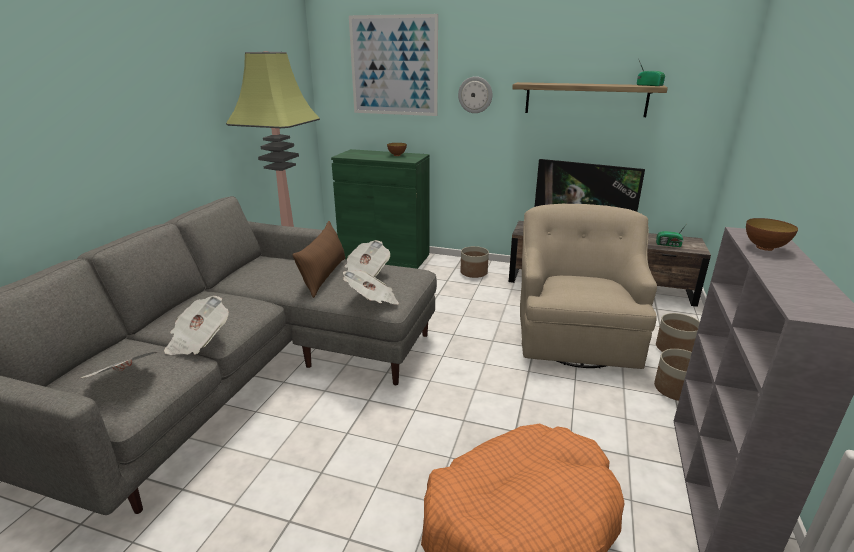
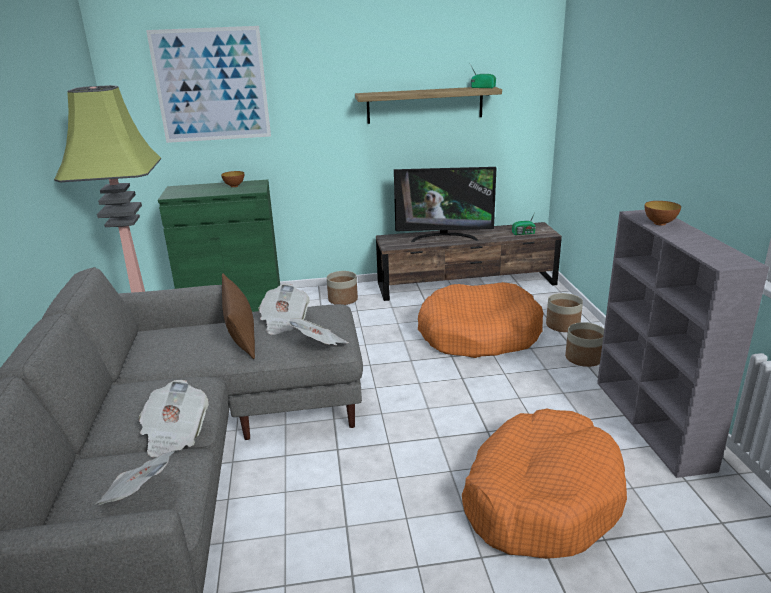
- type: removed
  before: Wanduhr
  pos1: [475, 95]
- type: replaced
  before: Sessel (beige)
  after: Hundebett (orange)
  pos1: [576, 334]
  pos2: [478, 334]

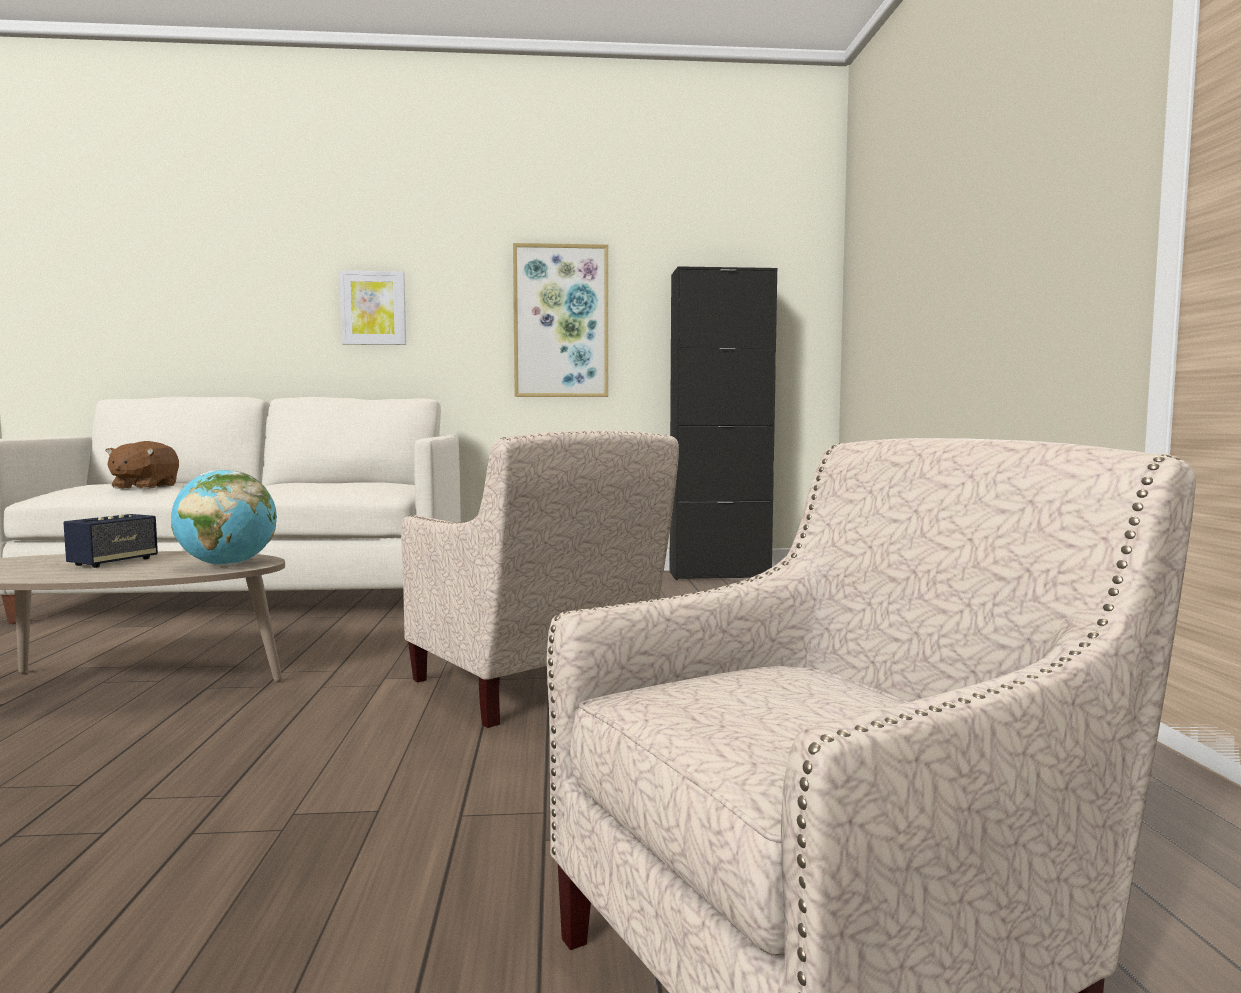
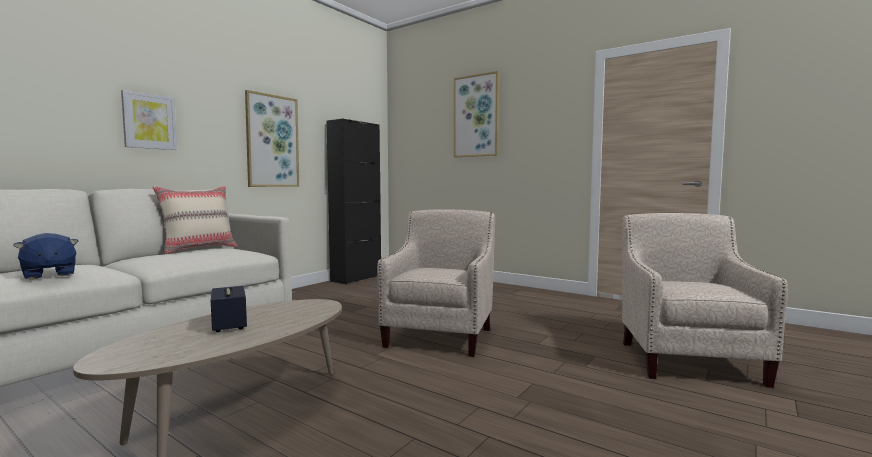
- type: turned
  before: Sessel (beige)
  pos1: [536, 687]
  pos2: [441, 335]
  turn: -75
- type: recoloured
  before: Plüschtier (braun)
  after: Plüschtier (blau)
  pos1: [144, 487]
  pos2: [49, 275]
- type: removed
  before: Globus
  pos1: [227, 565]
- type: added
  after: Bild
  pos2: [476, 116]
- type: added
  after: Kissen (beige)
  pos2: [199, 249]

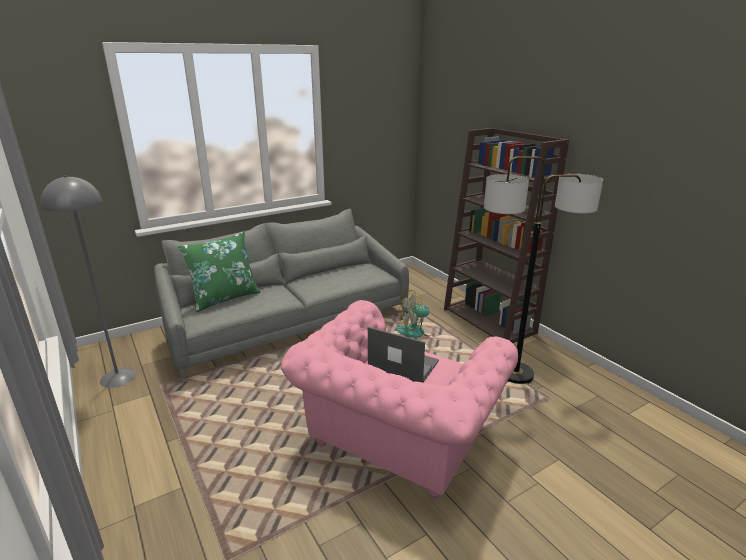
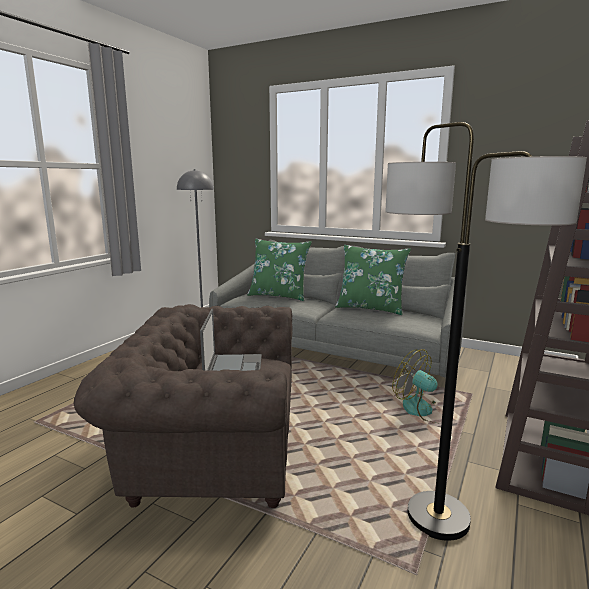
- type: recoloured
  before: Sessel (rosa)
  after: Sessel (braun)
  pos1: [396, 440]
  pos2: [211, 454]
- type: added
  after: Kissen (grün)
  pos2: [370, 308]

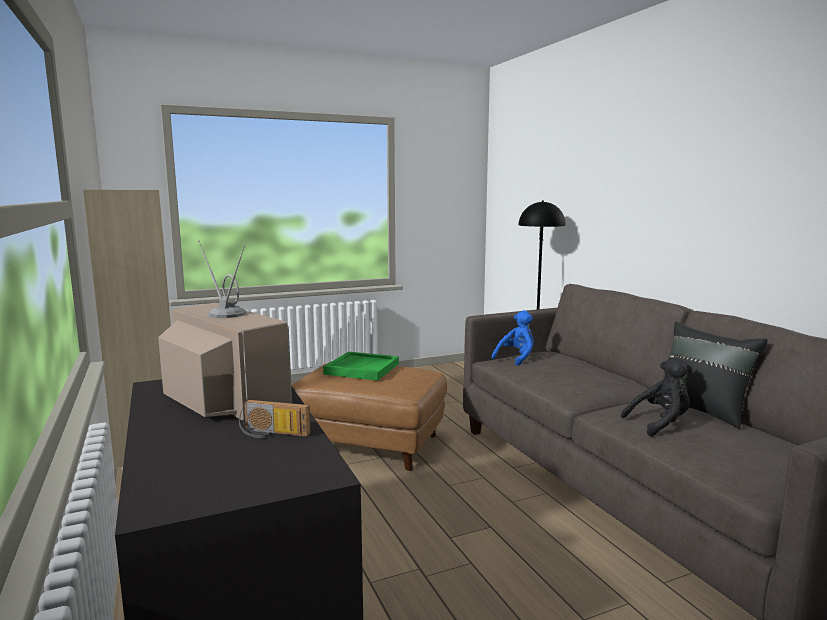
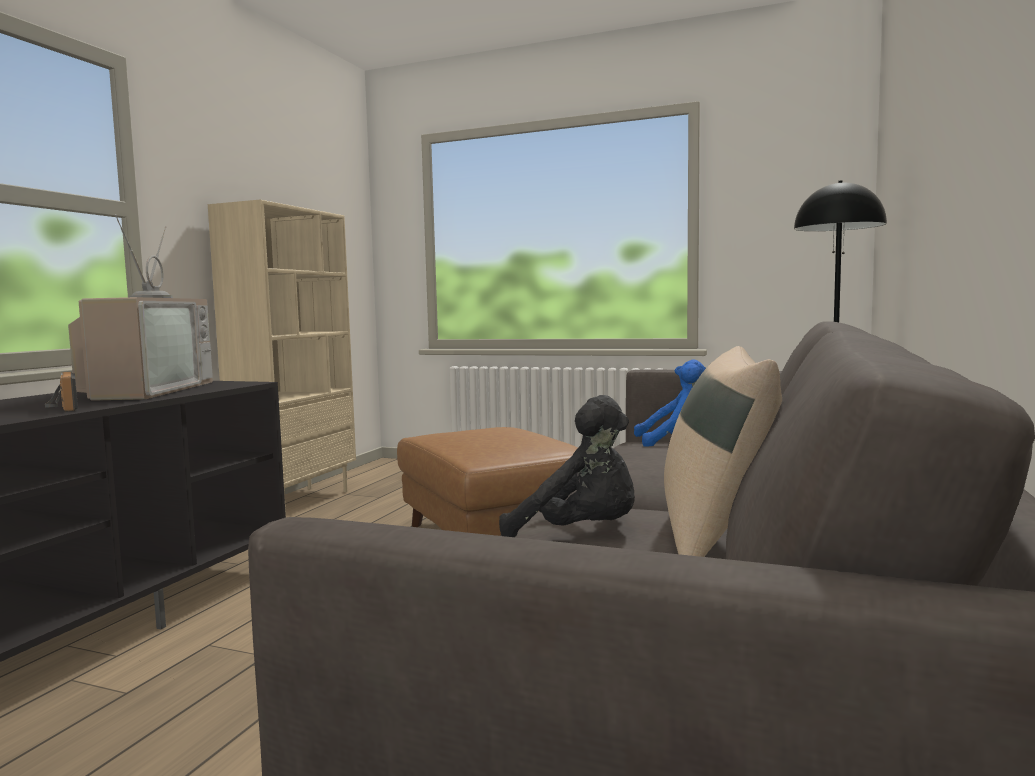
- type: recoloured
  before: Kissen (schwarz)
  after: Kissen (beige)
  pos1: [702, 411]
  pos2: [717, 540]
- type: removed
  before: Tablett (grün)
  pos1: [362, 368]

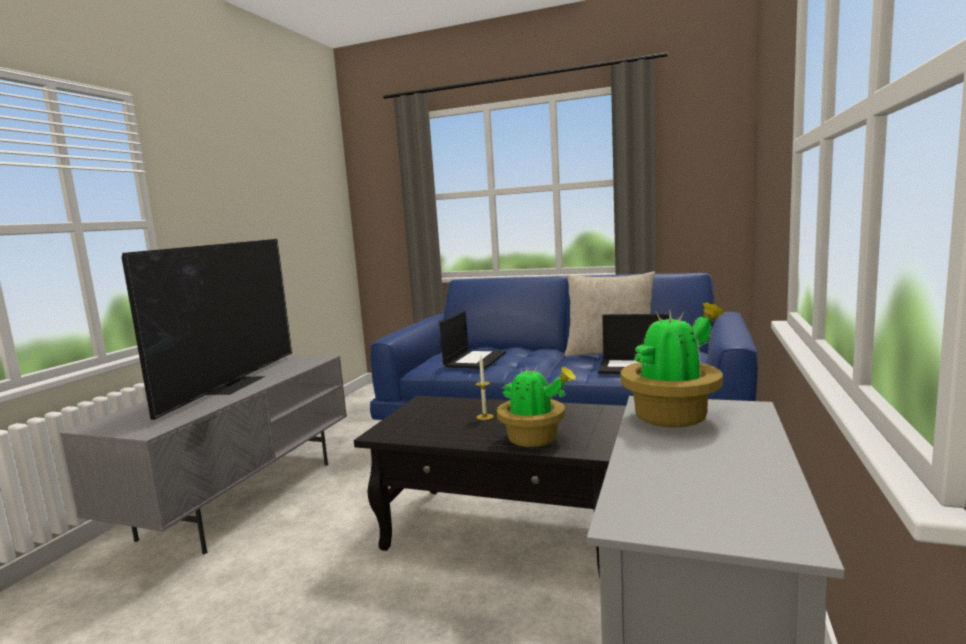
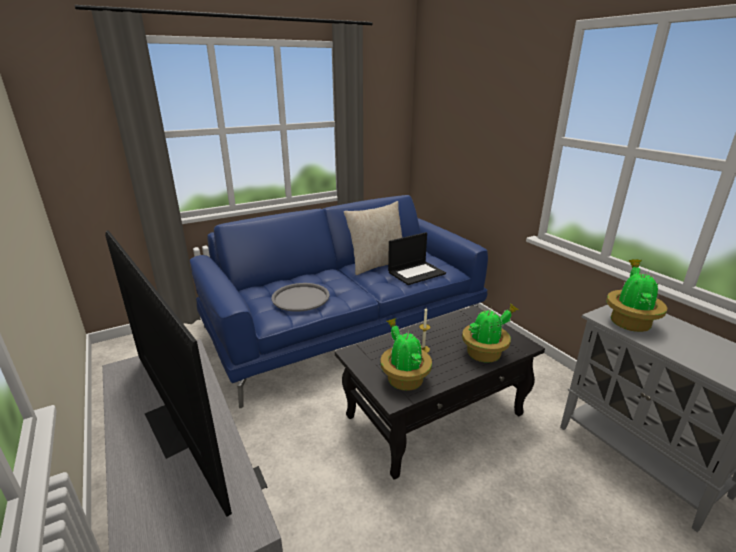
- type: replaced
  before: Laptop
  after: Tablett (grau)
  pos1: [475, 359]
  pos2: [300, 298]
- type: added
  after: Topfpflanze
  pos2: [404, 379]

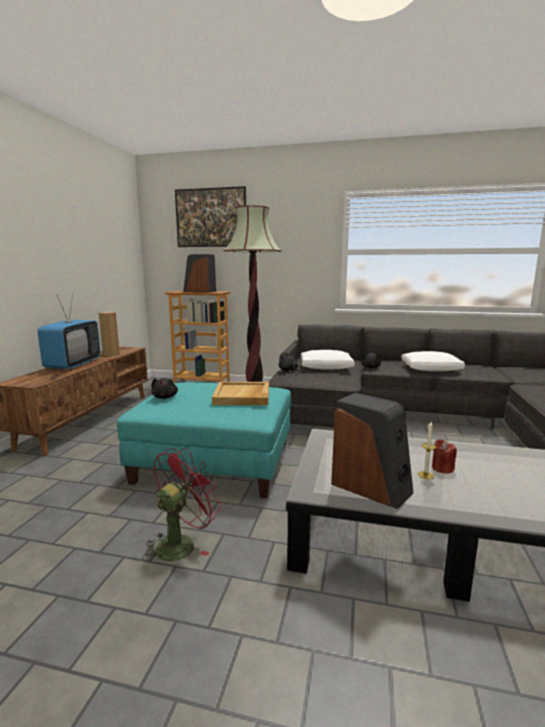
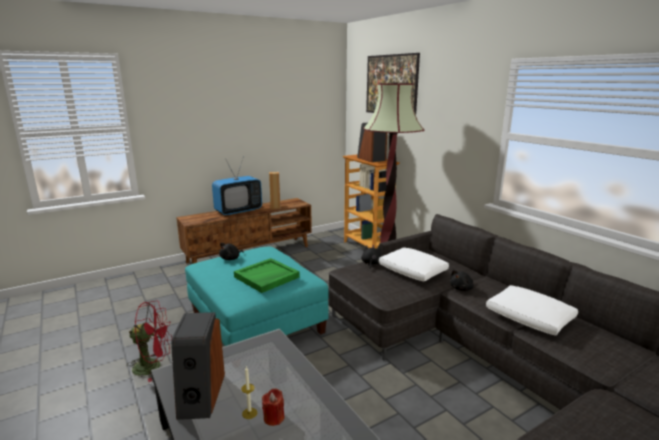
- type: recoloured
  before: Tablett (beige)
  after: Tablett (grün)
  pos1: [242, 396]
  pos2: [266, 277]

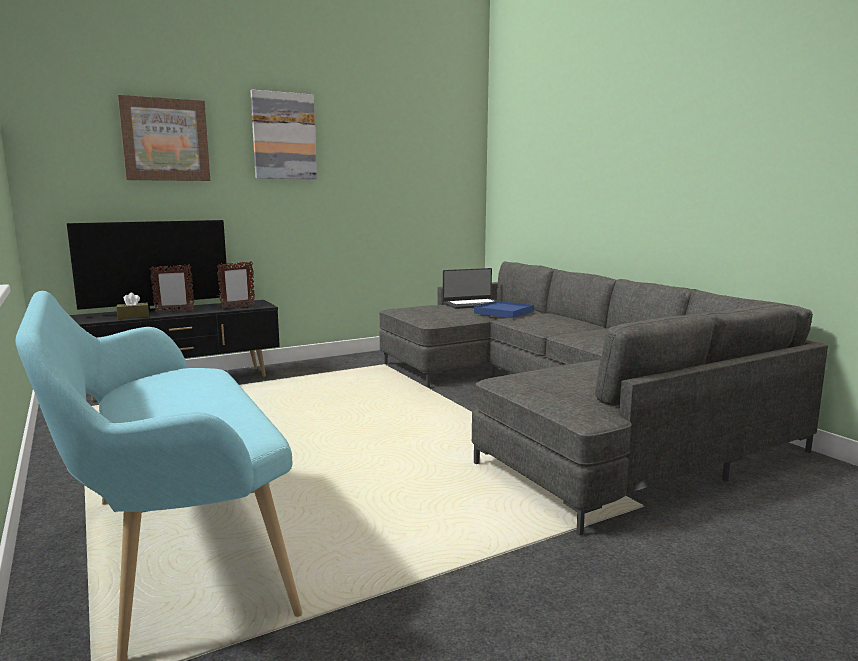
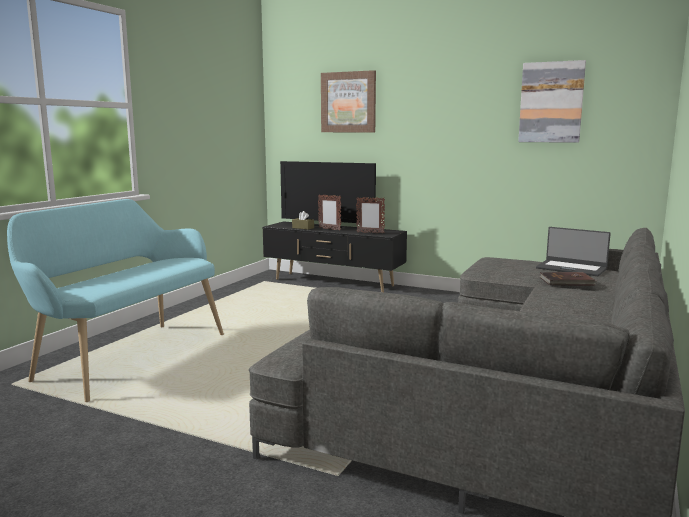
- type: moved
  before: Bild
  pos1: [284, 136]
  pos2: [551, 102]
- type: replaced
  before: Tablett (blau)
  after: Buch (braun)
  pos1: [504, 312]
  pos2: [567, 281]

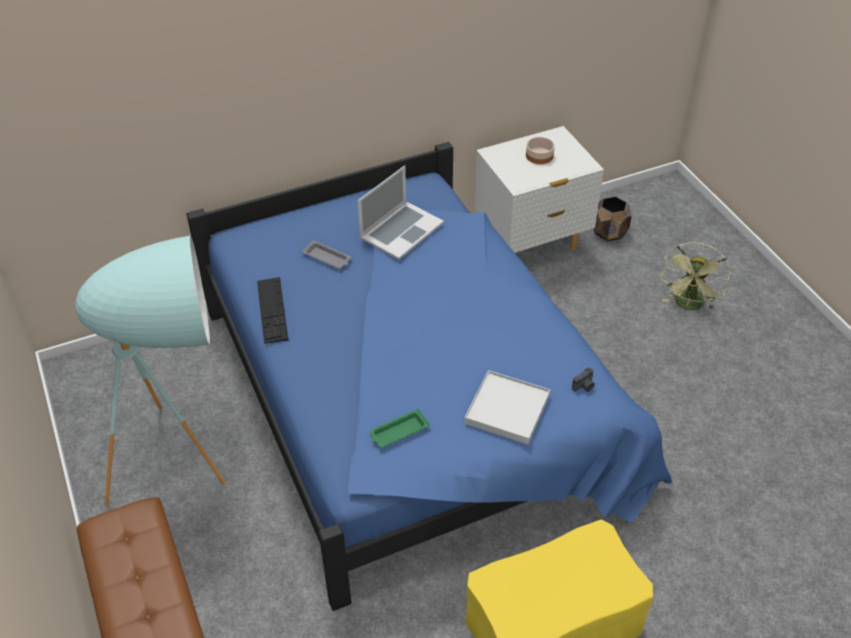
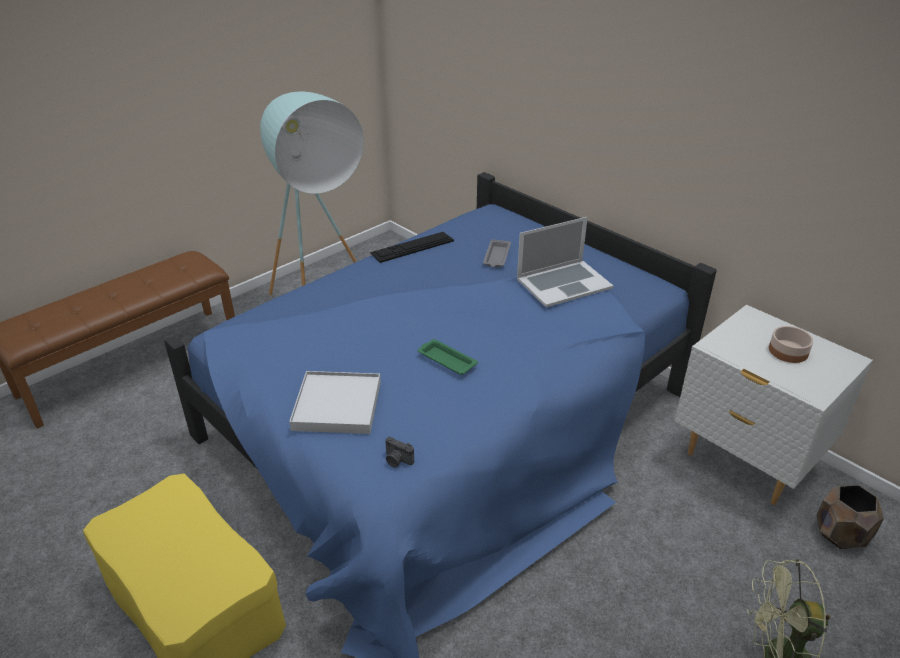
- type: turned
  before: Laptop
  pos1: [401, 230]
  pos2: [563, 283]
  turn: -45
- type: moved
  before: Tablett (grün)
  pos1: [398, 432]
  pos2: [446, 360]

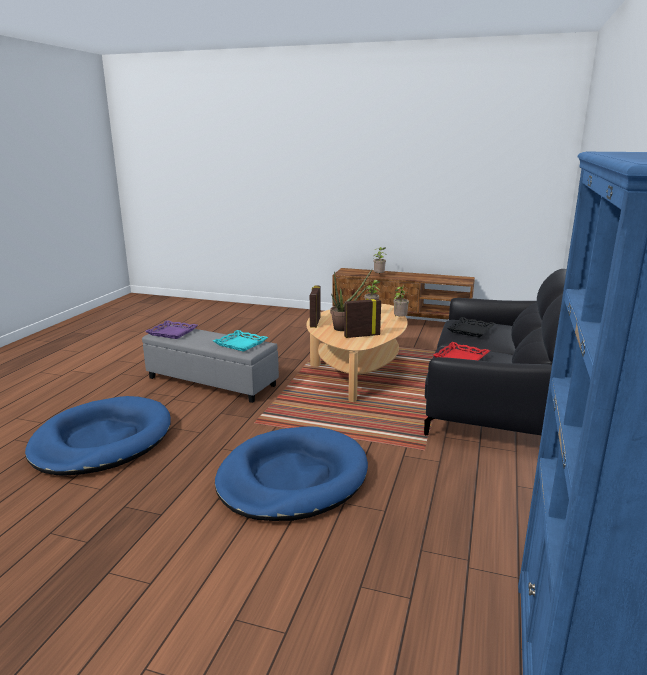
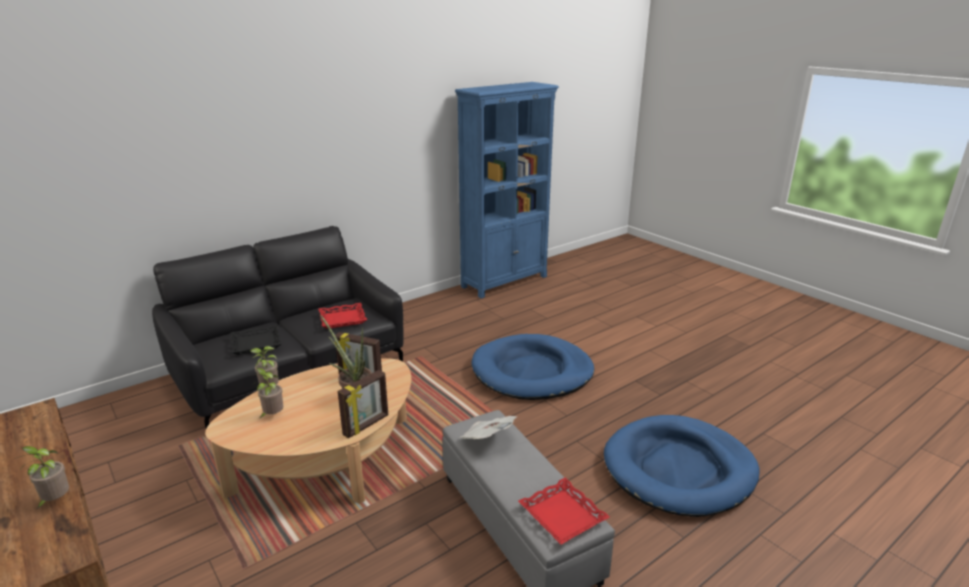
- type: recoloured
  before: Tablett (lila)
  after: Tablett (rot)
  pos1: [172, 332]
  pos2: [562, 515]
- type: replaced
  before: Tablett (türkis)
  after: Zeitung
  pos1: [241, 344]
  pos2: [488, 439]

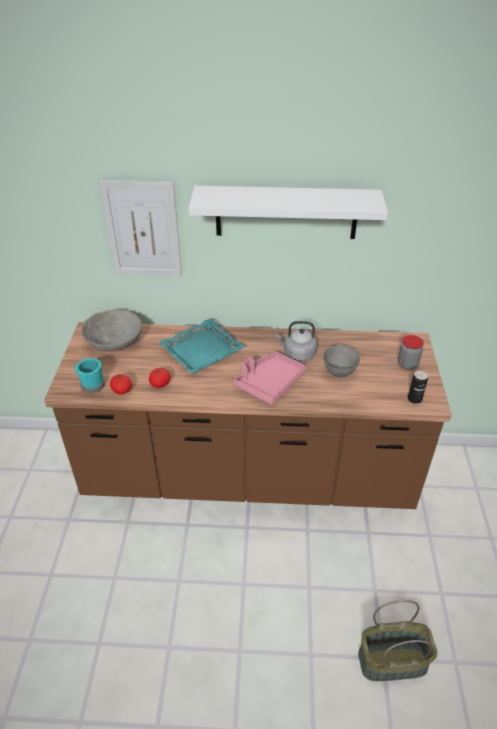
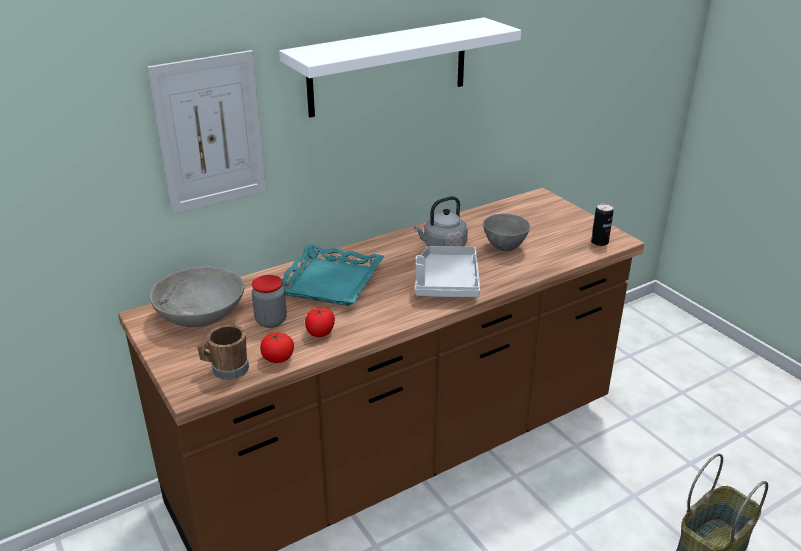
- type: moved
  before: Vorratsglas
  pos1: [407, 364]
  pos2: [271, 321]
- type: recoloured
  before: Tablett (rosa)
  after: Tablett (grau)
  pos1: [269, 383]
  pos2: [446, 282]
- type: recoloured
  before: Henkelbecher (türkis)
  after: Henkelbecher (braun)
  pos1: [91, 384]
  pos2: [226, 369]

